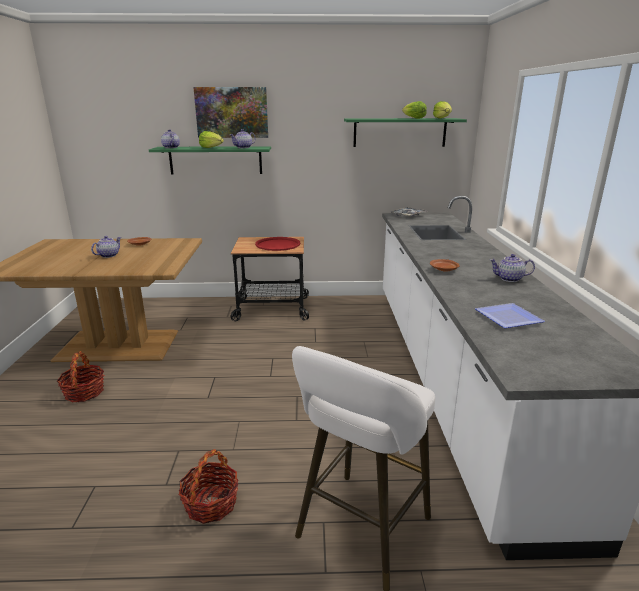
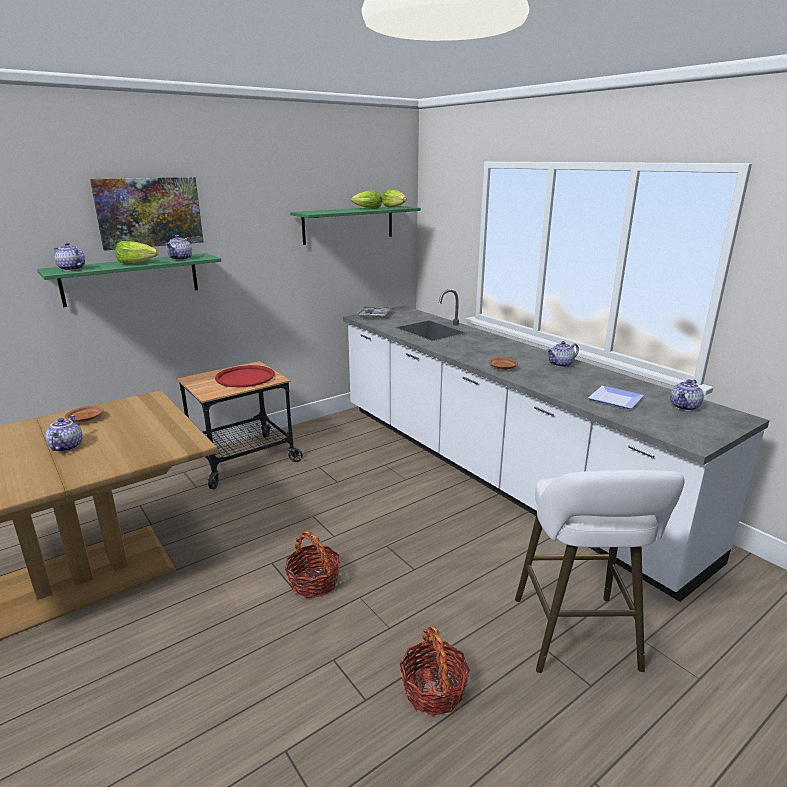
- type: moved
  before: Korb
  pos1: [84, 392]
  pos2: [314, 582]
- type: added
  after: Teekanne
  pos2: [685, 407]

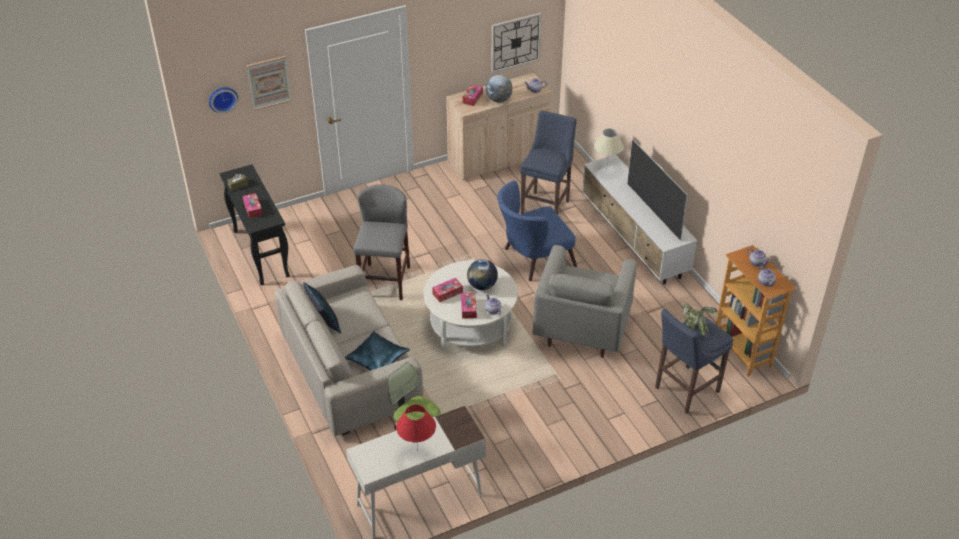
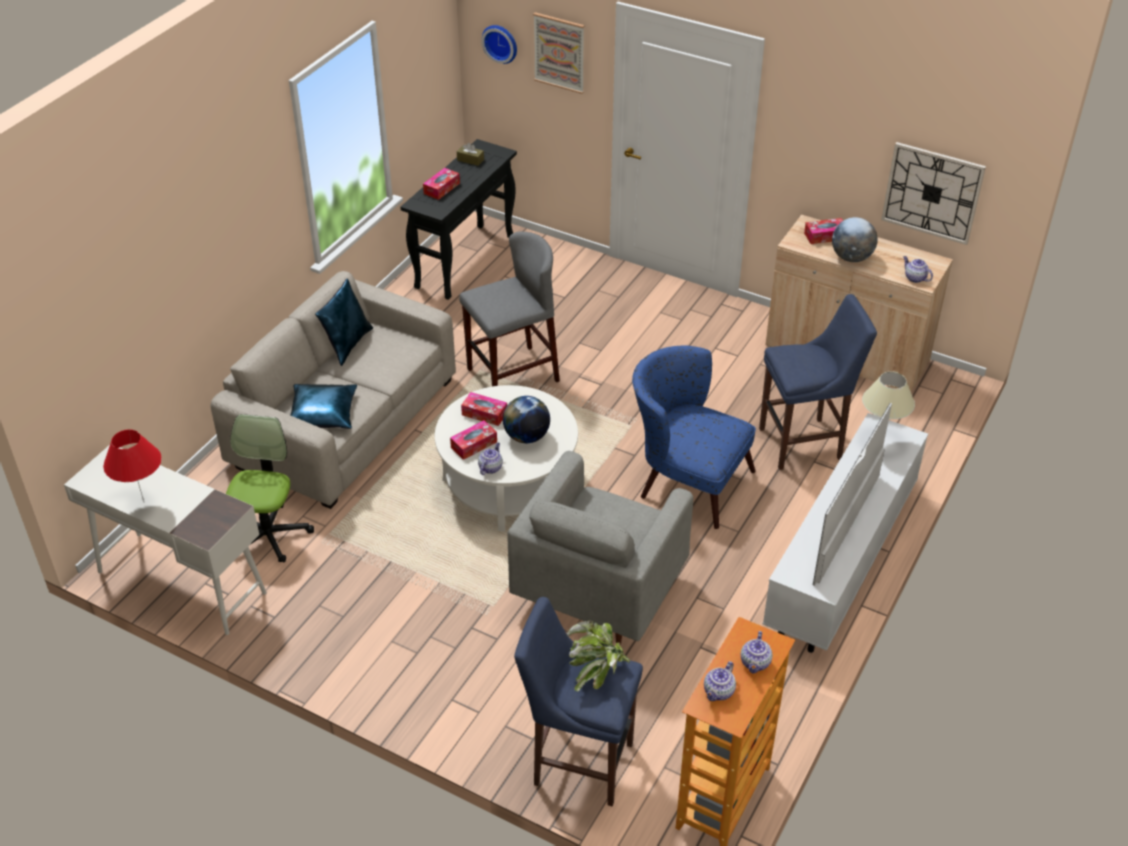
- type: turned
  before: Sessel (grau)
  pos1: [581, 329]
  pos2: [599, 592]
  turn: -45

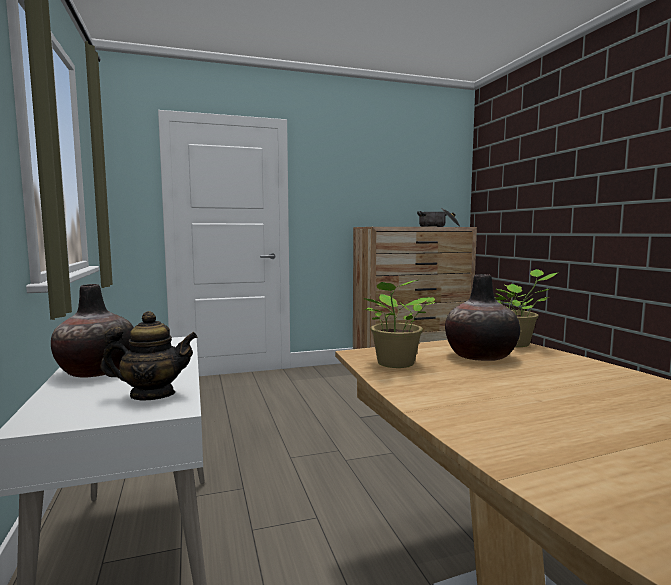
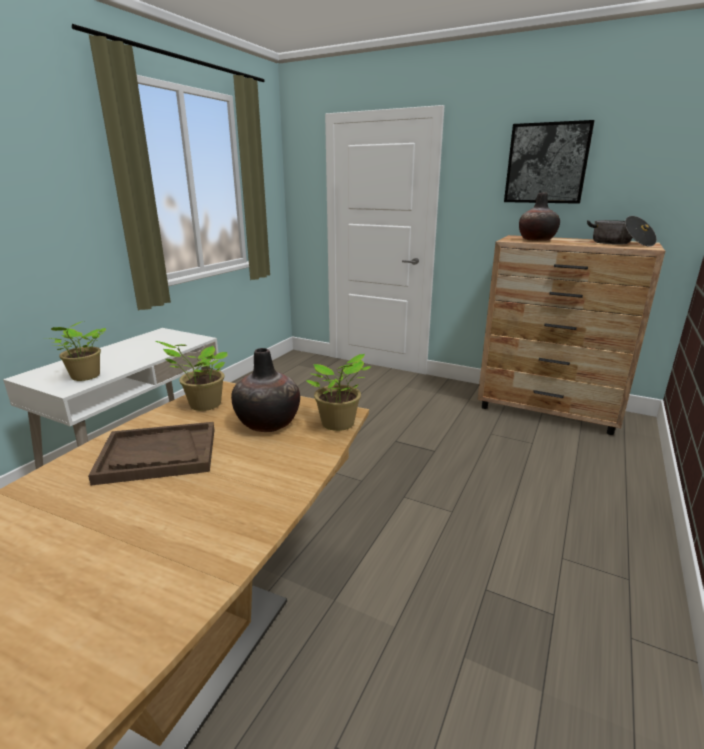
- type: moved
  before: Vase
  pos1: [97, 371]
  pos2: [536, 240]
- type: replaced
  before: Teekanne
  after: Topfpflanze
  pos1: [152, 395]
  pos2: [85, 377]
- type: added
  after: Bild
  pos2: [546, 163]
- type: added
  after: Tablett (braun)
  pos2: [158, 455]

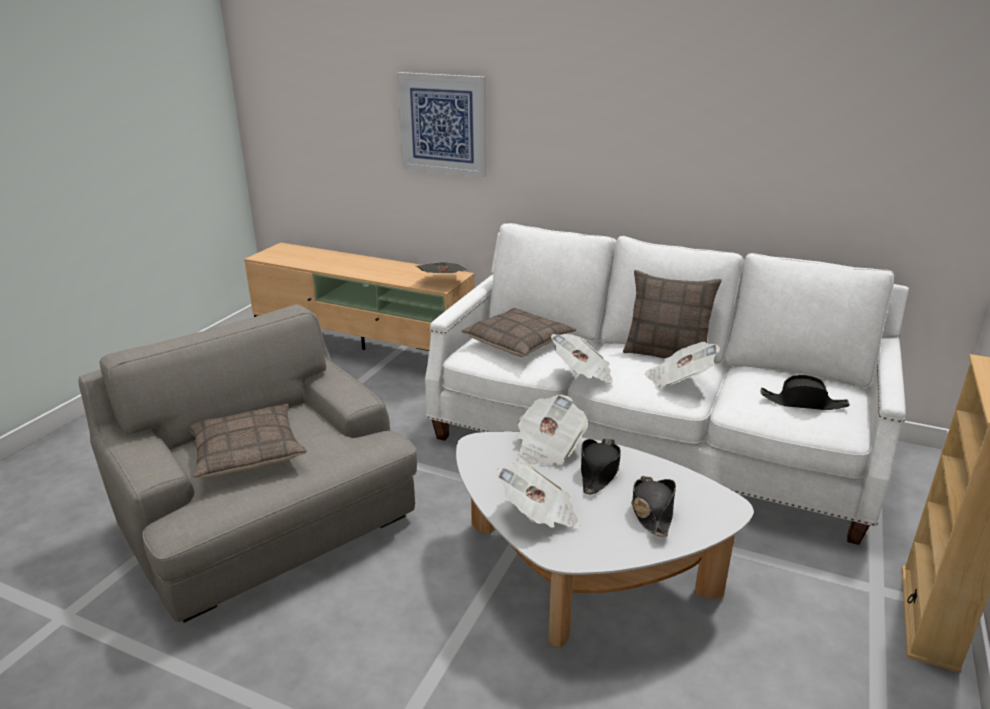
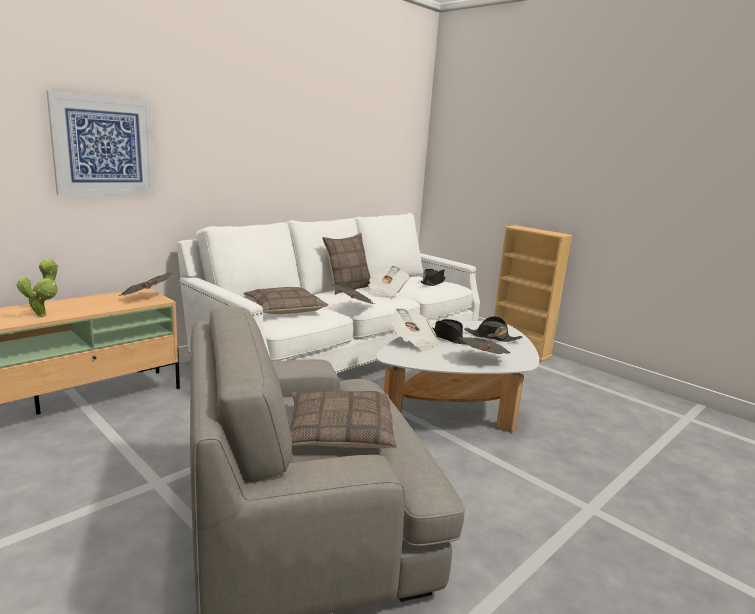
- type: added
  after: Topfpflanze
  pos2: [44, 314]

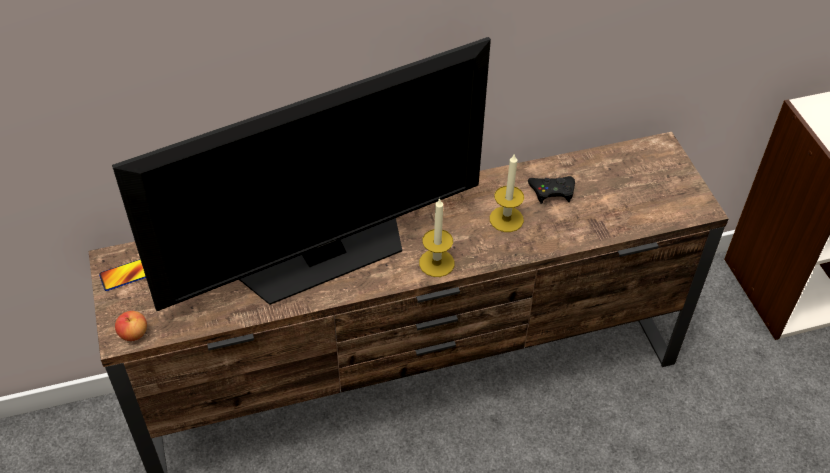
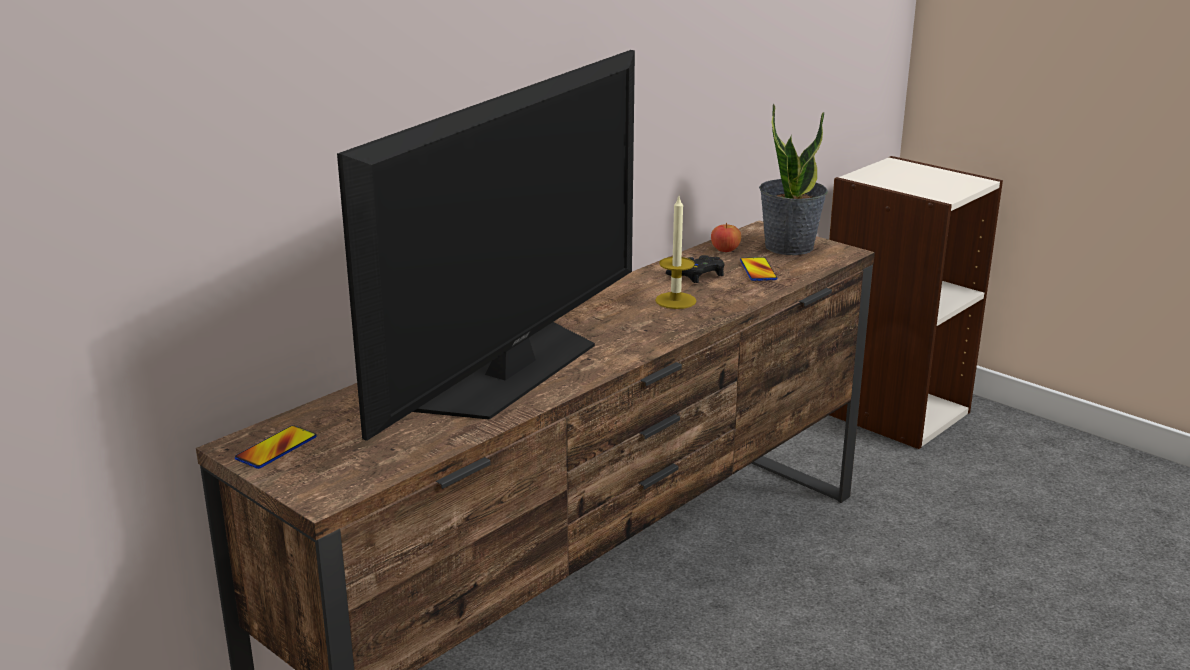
- type: removed
  before: Kerze
  pos1: [436, 263]
- type: moved
  before: Apfel
  pos1: [133, 334]
  pos2: [725, 250]
- type: added
  after: Topfpflanze
  pos2: [789, 246]
- type: added
  after: Handy
  pos2: [758, 270]

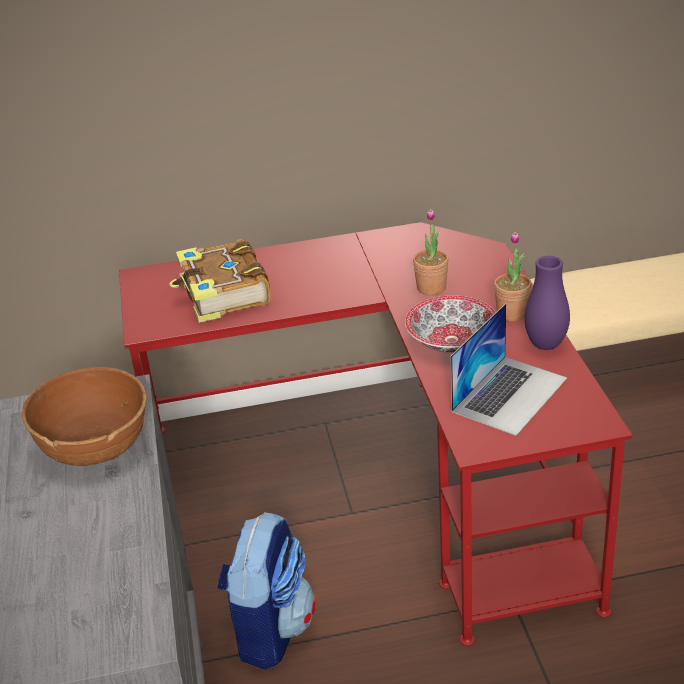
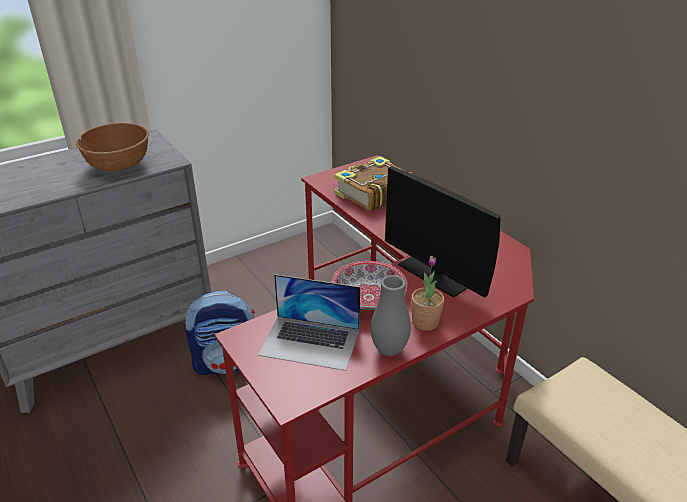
- type: replaced
  before: Topfpflanze
  after: Monitor
  pos1: [431, 288]
  pos2: [435, 274]
- type: recoloured
  before: Vase (lila)
  after: Vase (grau)
  pos1: [546, 345]
  pos2: [389, 350]

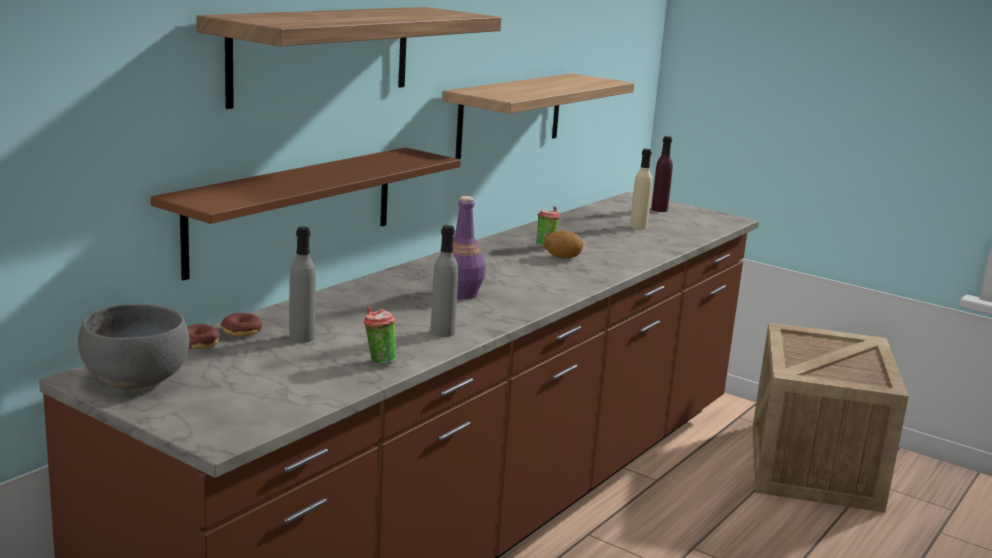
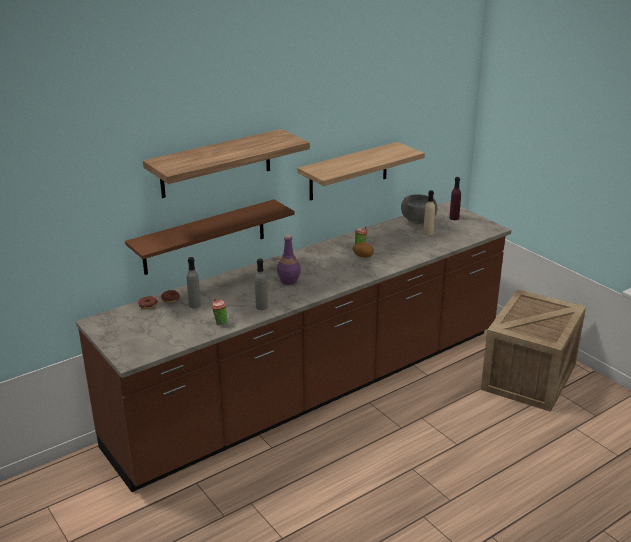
- type: moved
  before: Schüssel (grau)
  pos1: [136, 379]
  pos2: [418, 220]

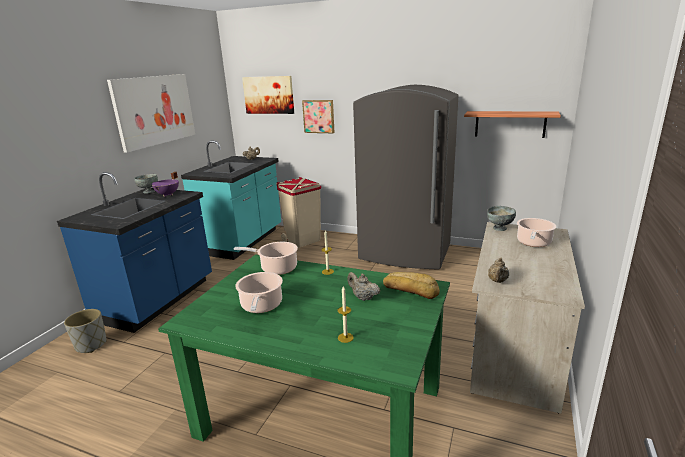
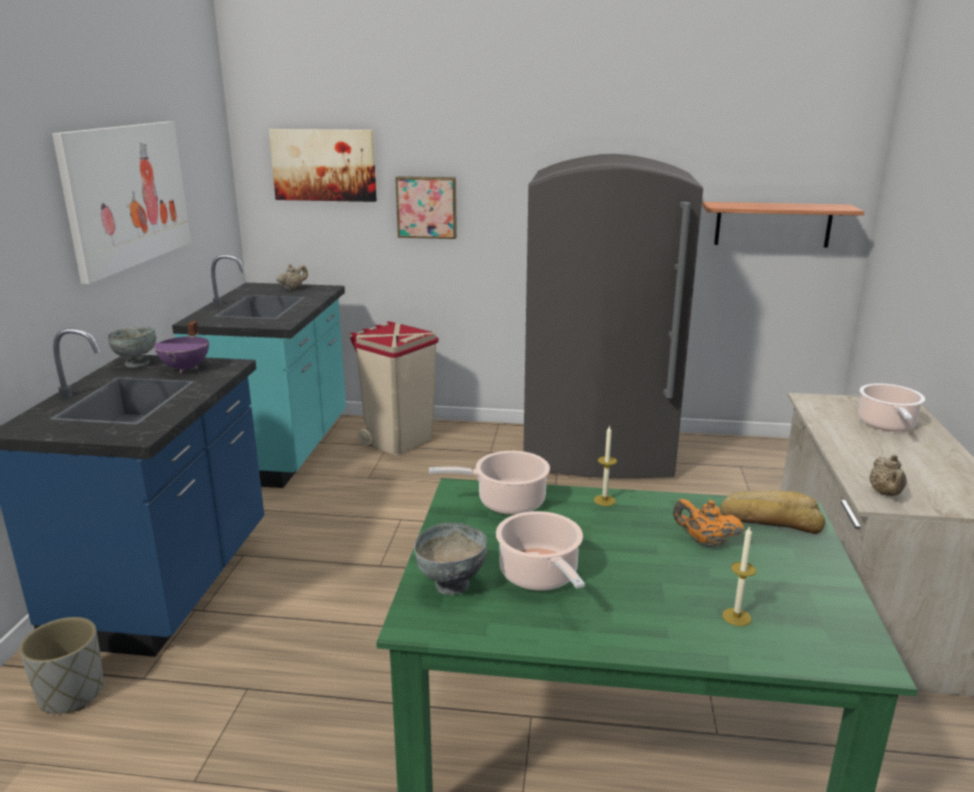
- type: moved
  before: Schüssel (grau)
  pos1: [499, 228]
  pos2: [451, 586]
- type: recoloured
  before: Teekanne (beige)
  after: Teekanne (orange)
  pos1: [363, 297]
  pos2: [705, 542]

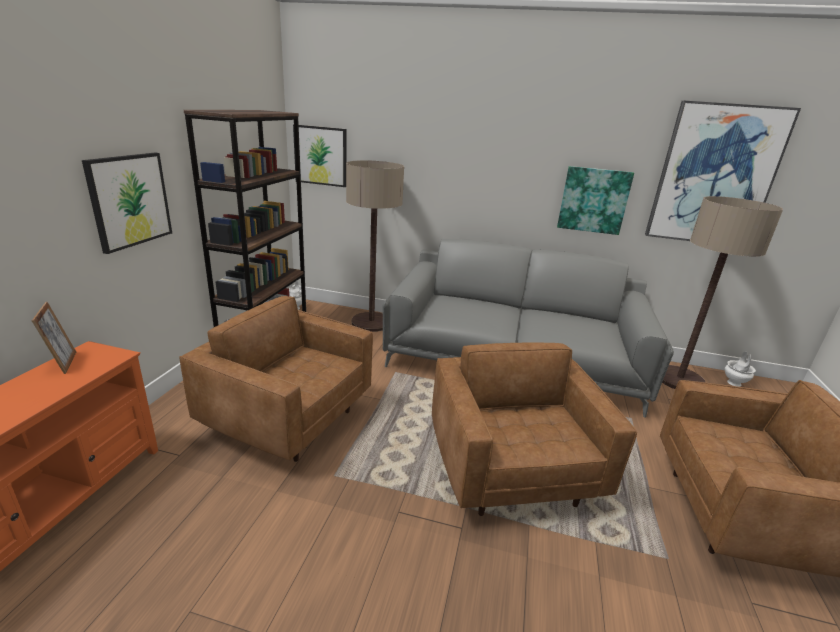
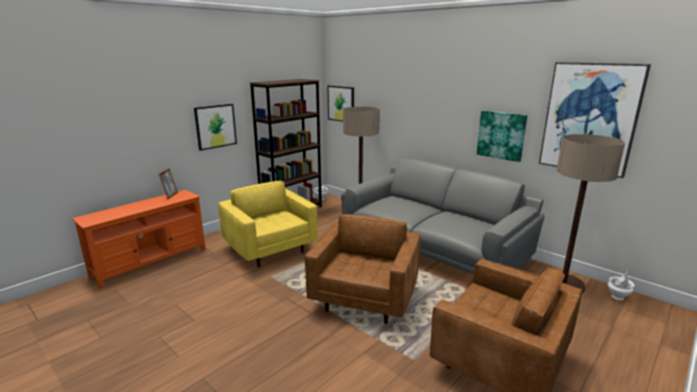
- type: recoloured
  before: Sessel (braun)
  after: Sessel (gelb)
  pos1: [288, 420]
  pos2: [270, 250]

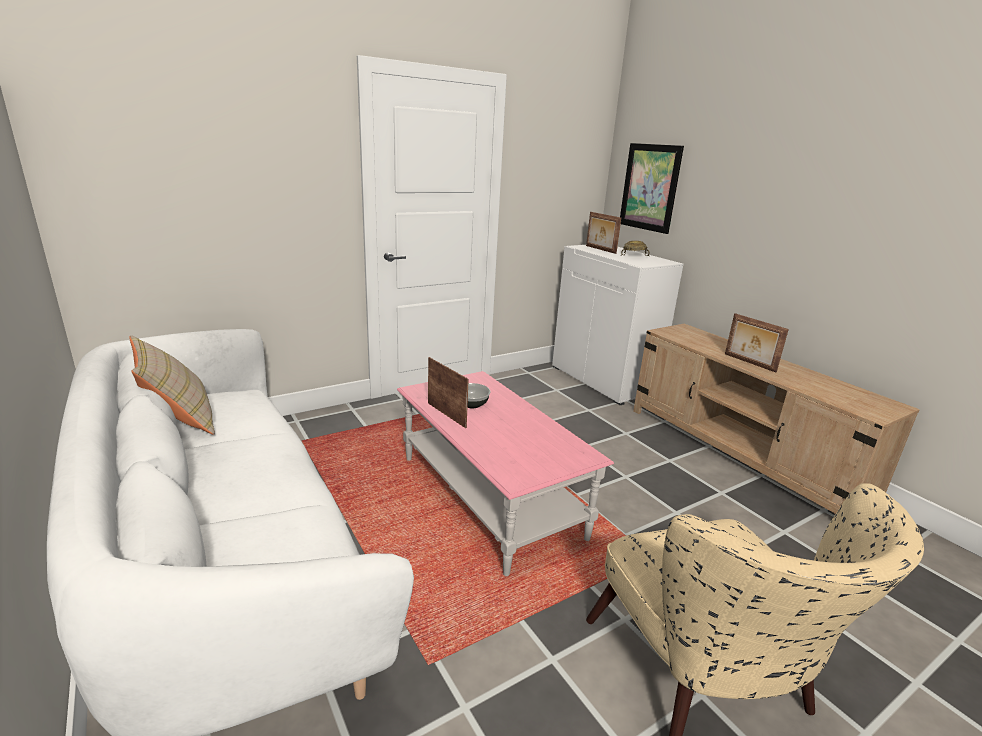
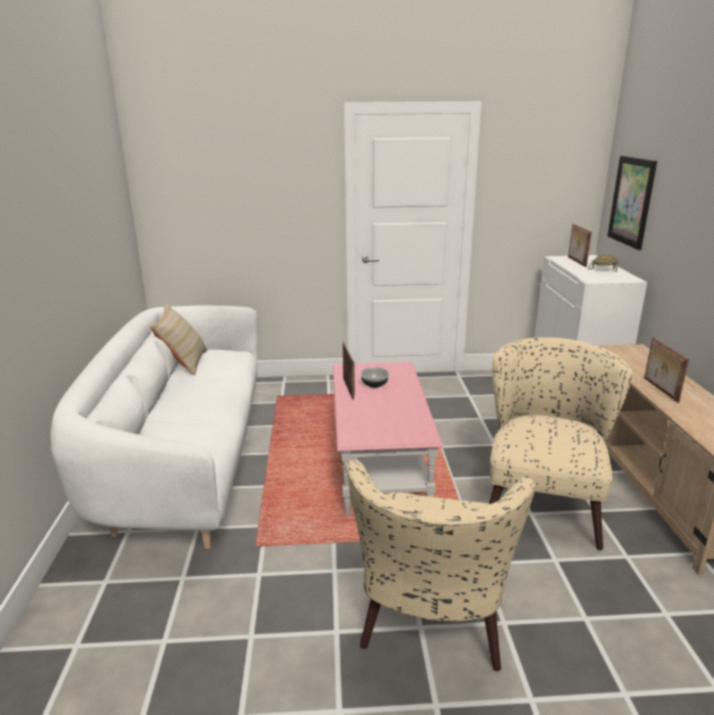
- type: added
  after: Sessel (beige)
  pos2: [542, 499]

